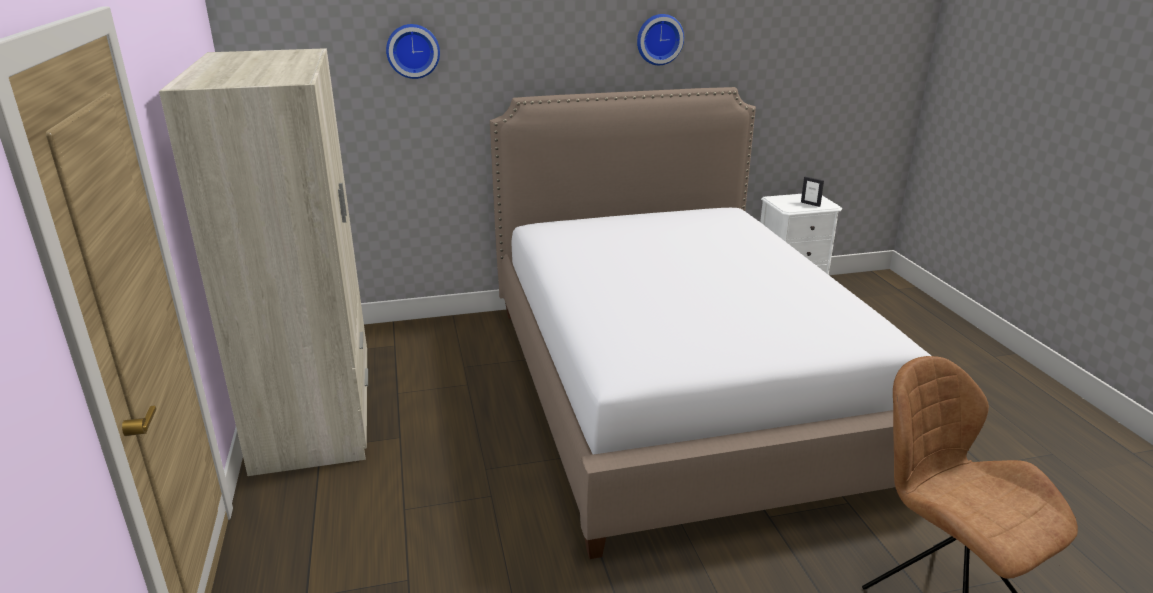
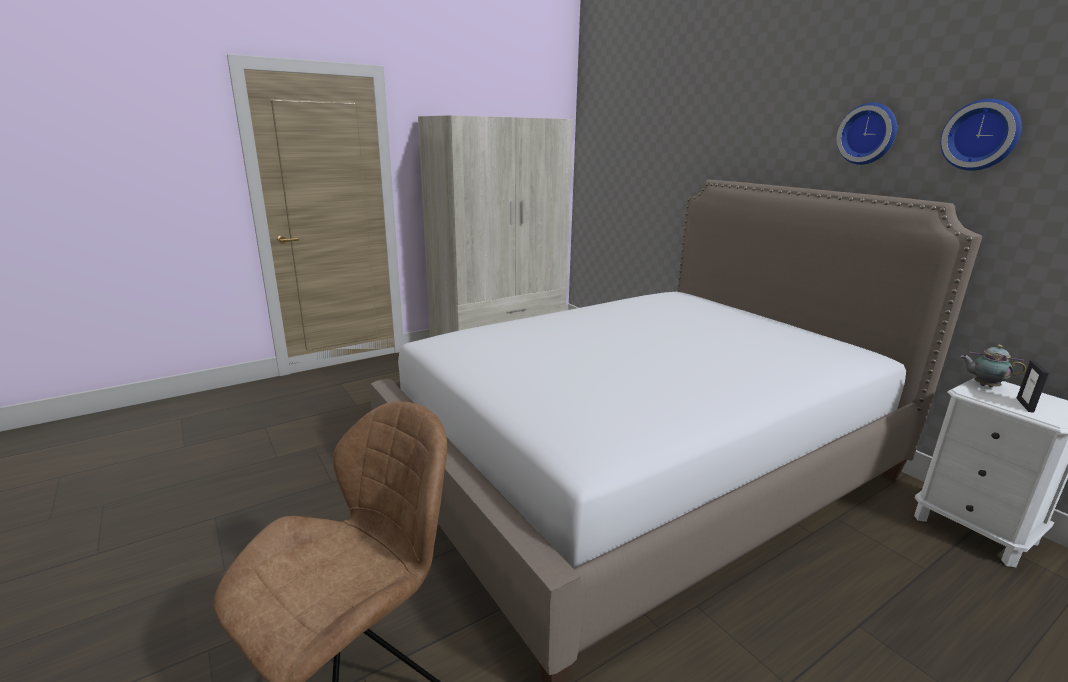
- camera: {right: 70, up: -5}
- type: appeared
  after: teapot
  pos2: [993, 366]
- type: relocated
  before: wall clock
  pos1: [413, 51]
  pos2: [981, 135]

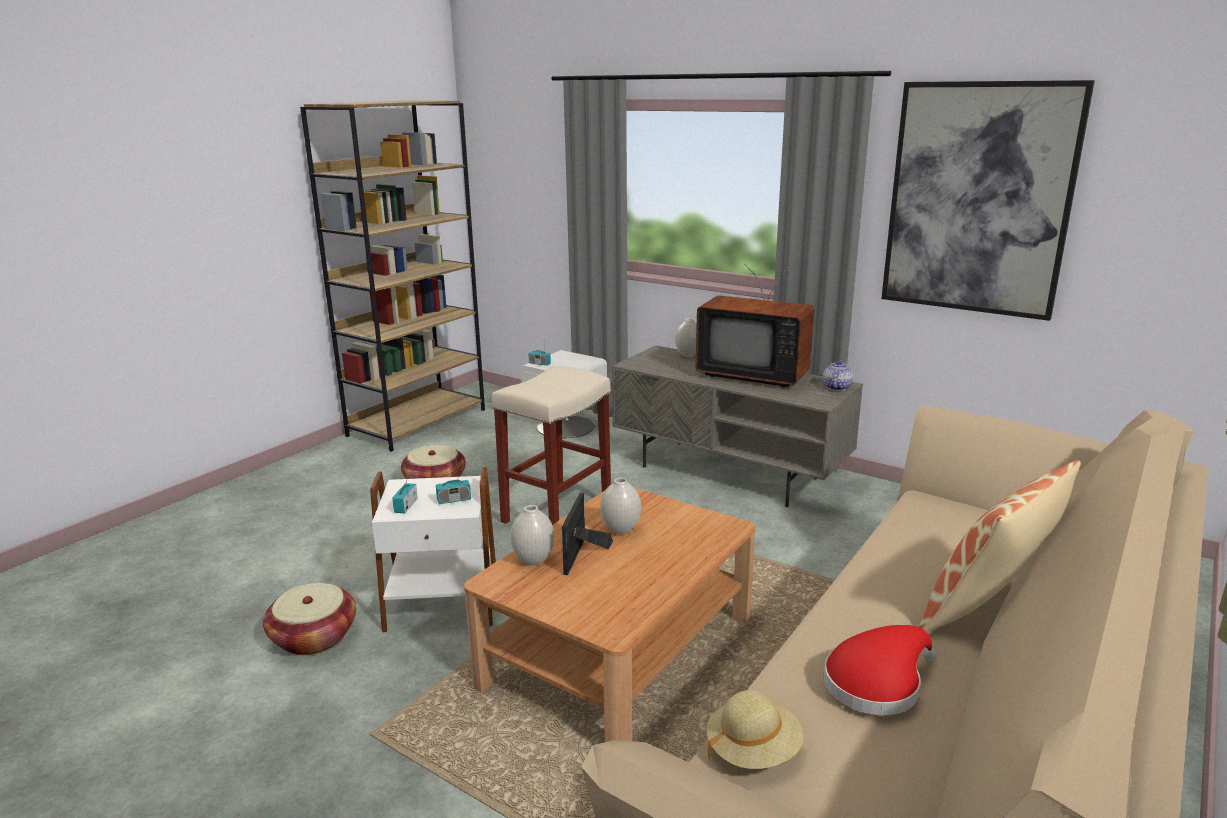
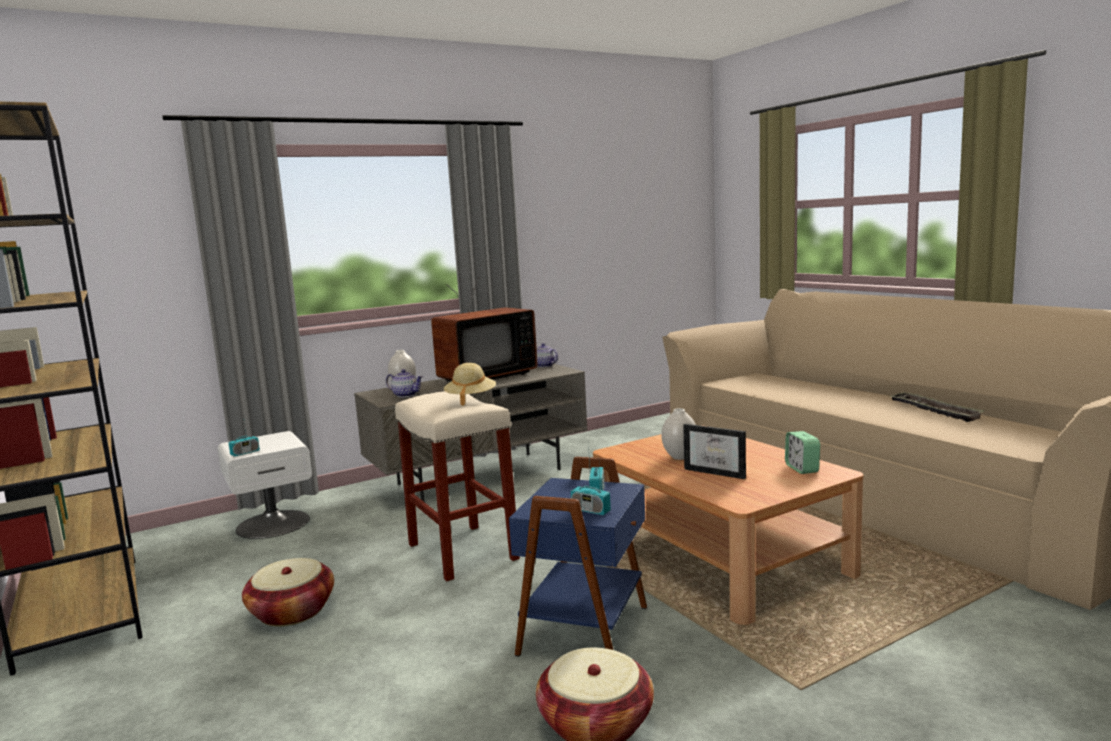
- camera: {right: -65, up: -10}
- type: missing
  before: white vase
  pos1: [532, 535]
- type: missing
  before: picture
  pos1: [988, 200]
- type: missing
  before: pillow
  pos1: [1000, 546]
- type: appeared
  after: teapot
  pos2: [404, 383]
- type: appeared
  after: alarm clock
  pos2: [802, 452]
- type: relocated
  before: beige hat
  pos1: [755, 729]
  pos2: [470, 384]
- type: exchanged
  before: red hat
  after: tray
  pos1: [880, 670]
  pos2: [937, 407]
- type: colour
  before: white side table
  after: blue side table
  pos1: [433, 549]
  pos2: [578, 557]

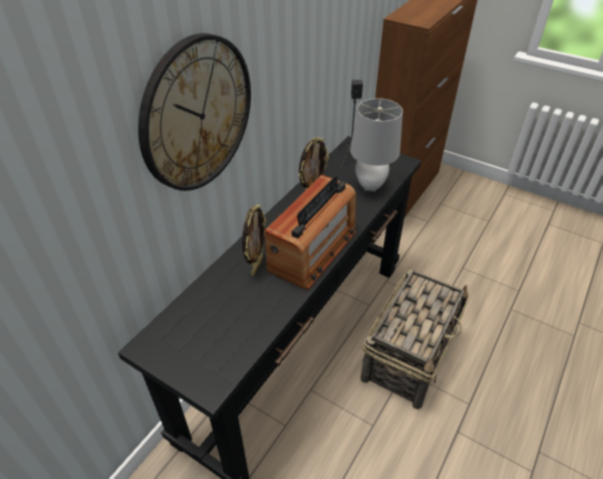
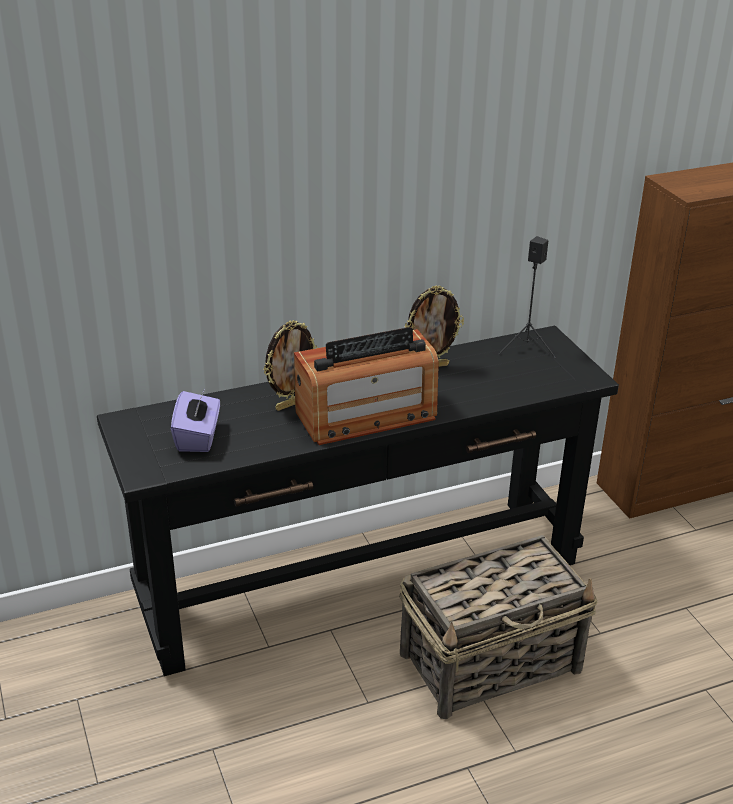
- camera: {right: 35, up: -10}
- type: missing
  before: wall clock
  pos1: [194, 112]
- type: missing
  before: grey table lamp
  pos1: [376, 145]
- type: appeared
  after: purple tissue box
  pos2: [195, 421]

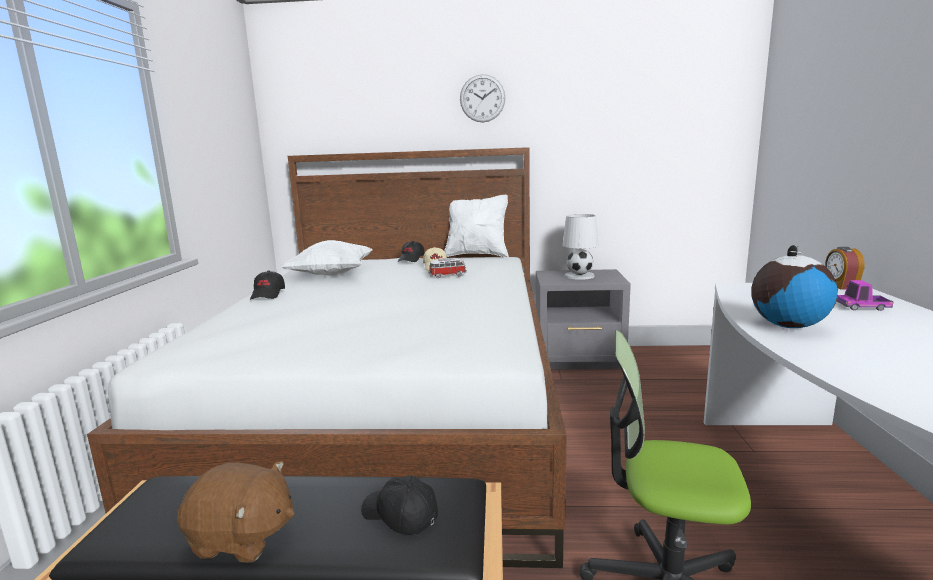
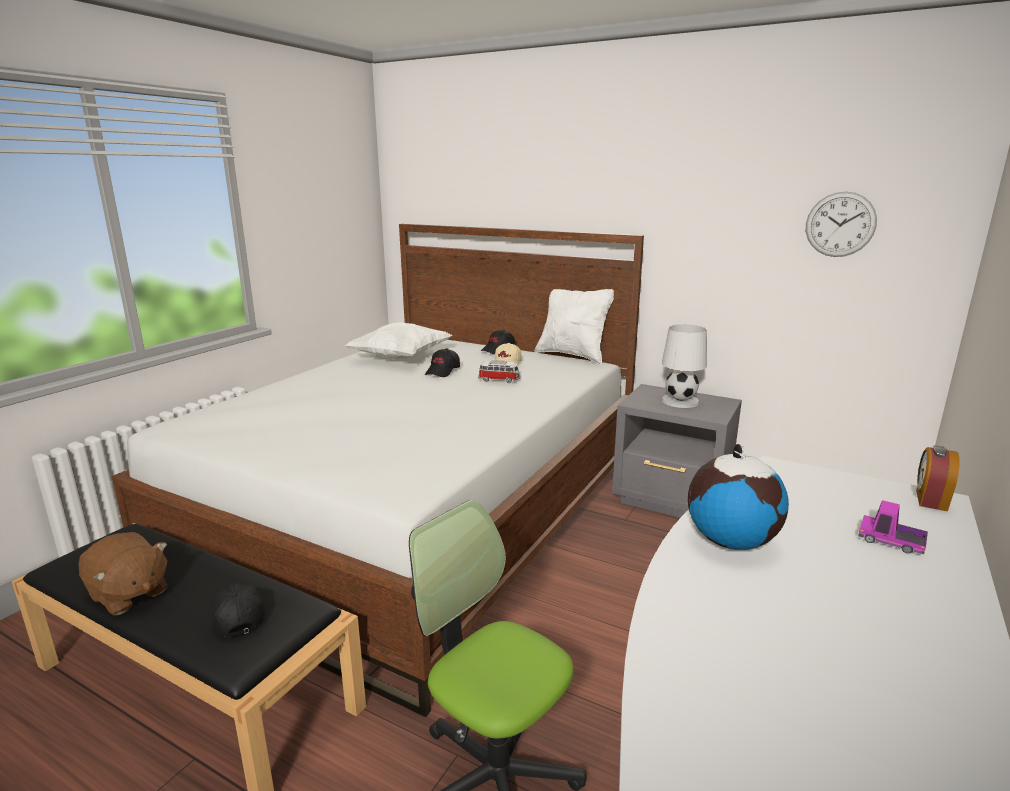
- camera: {right: 25, up: 5}
- type: relocated
  before: black cap
  pos1: [267, 285]
  pos2: [442, 362]
- type: relocated
  before: wall clock
  pos1: [482, 98]
  pos2: [841, 224]

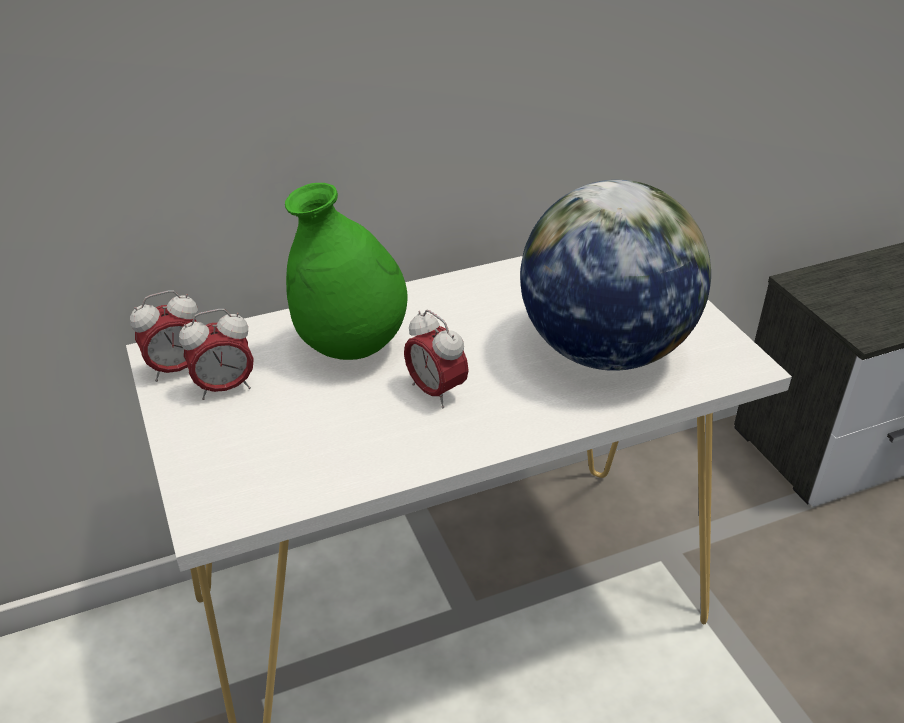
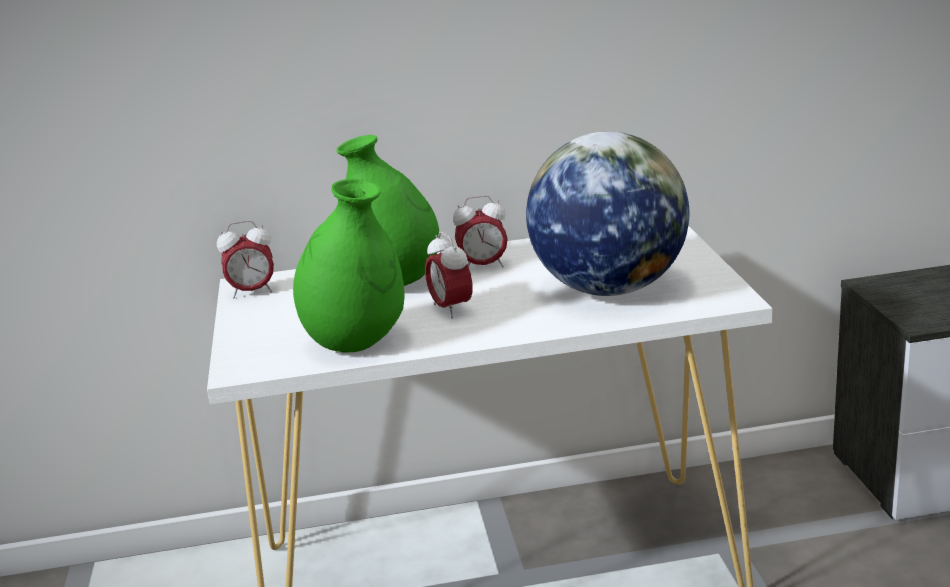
- camera: {right: 15, up: -15}
- type: appeared
  after: green vase
  pos2: [348, 266]
- type: relocated
  before: alarm clock
  pos1: [216, 354]
  pos2: [480, 231]

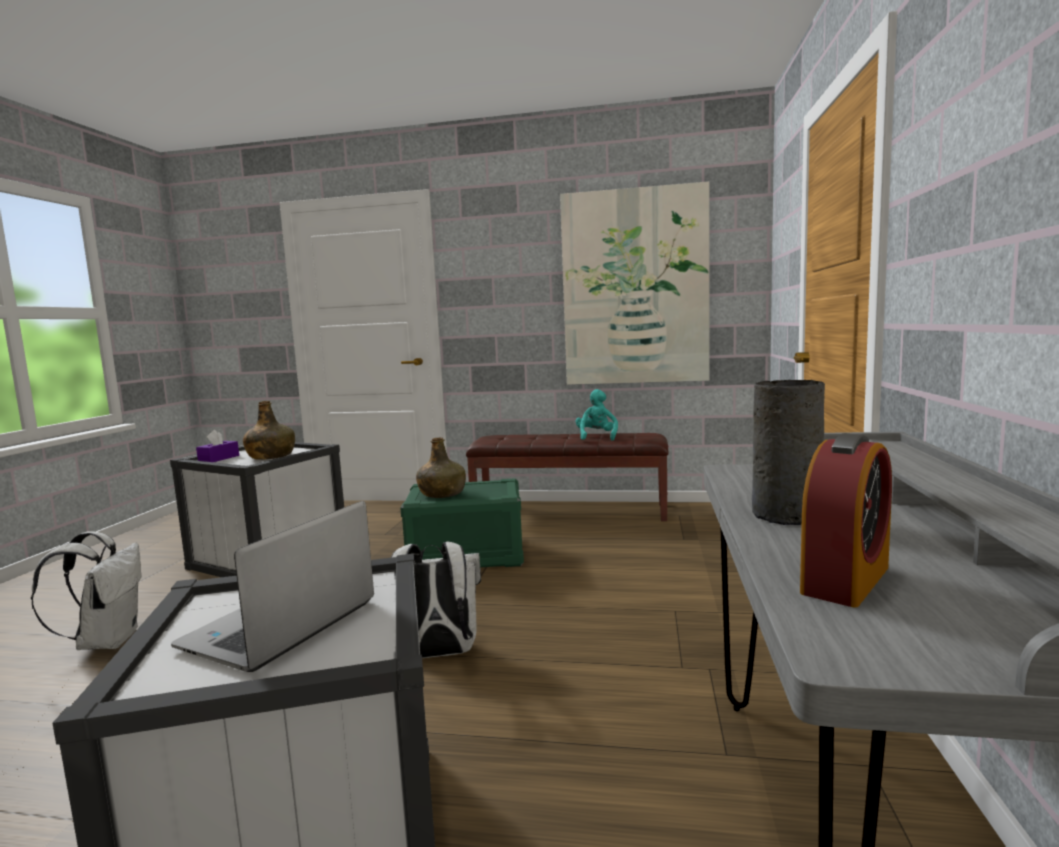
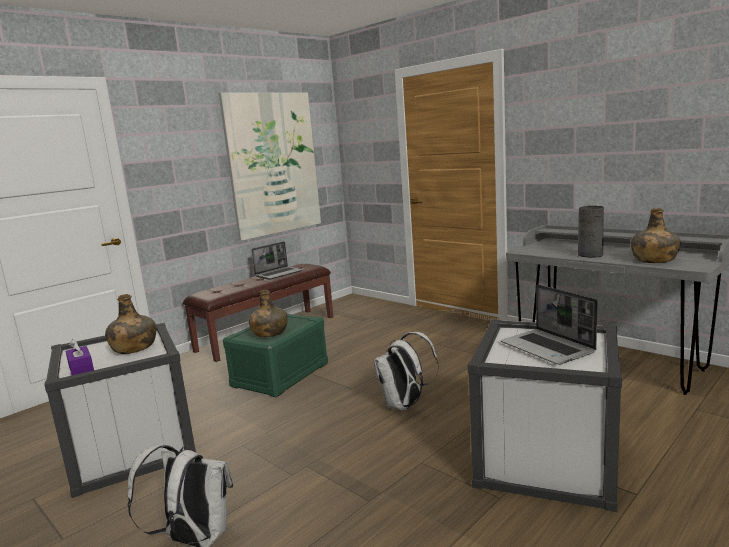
- camera: {right: -55, up: 5}
- type: exchanged
  before: turquoise plush toy
  after: laptop
  pos1: [597, 415]
  pos2: [277, 261]
- type: exchanged
  before: alarm clock
  after: green bottle
  pos1: [846, 520]
  pos2: [656, 235]

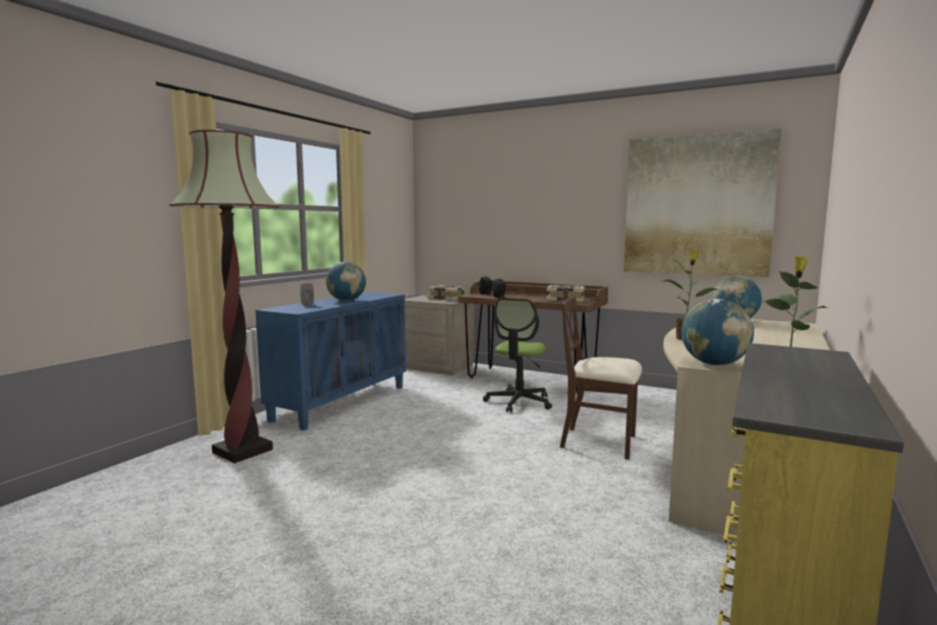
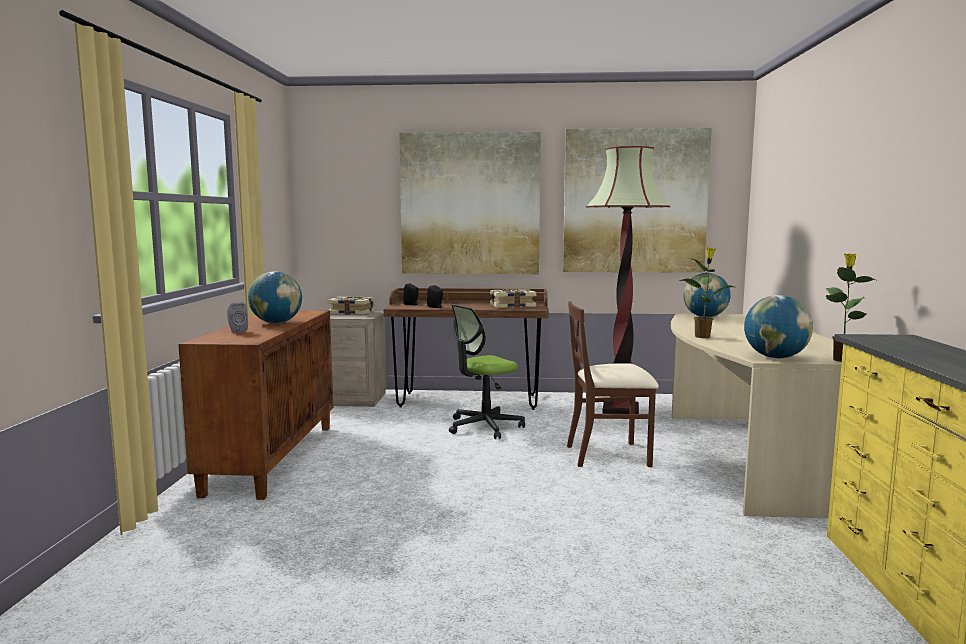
- camera: {right: -25, up: 0}
- type: appeared
  after: picture
  pos2: [470, 203]
- type: relocated
  before: floor lamp
  pos1: [224, 296]
  pos2: [628, 280]
- type: colour
  before: blue cabinet
  after: brown cabinet
  pos1: [330, 361]
  pos2: [255, 405]
- type: spun
  before: office chair
  pos1: [517, 355]
  pos2: [487, 371]
  turn: 60

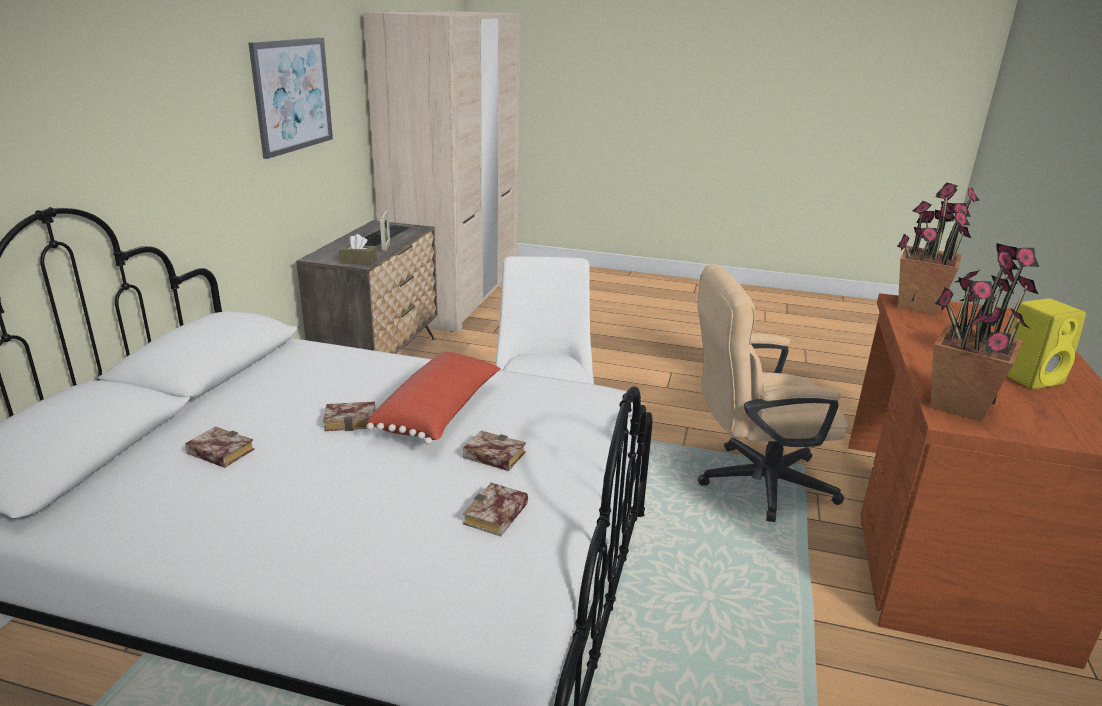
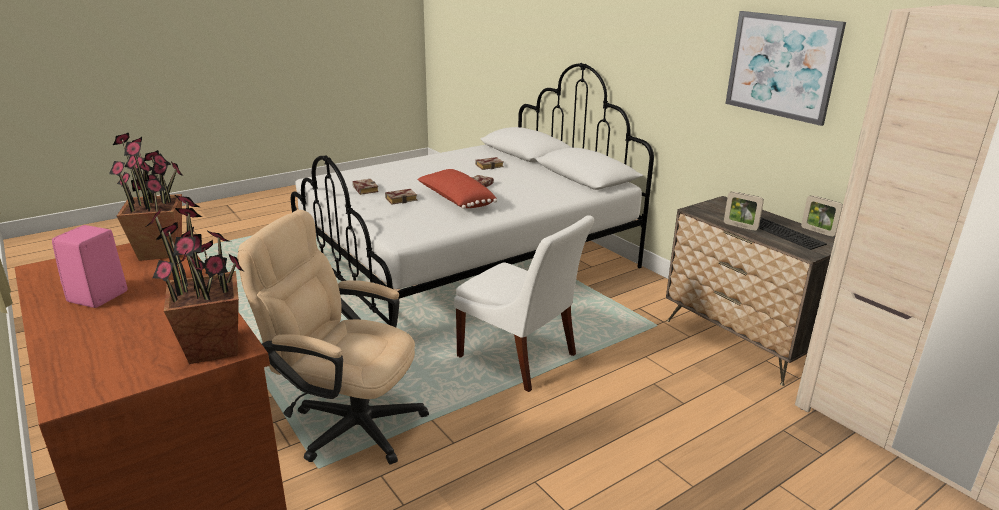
- camera: {right: 130, up: 0}
- type: missing
  before: brown tissue box
  pos1: [358, 249]
- type: appeared
  after: picture frame
  pos2: [822, 216]
- type: colour
  before: yellow speaker
  after: pink speaker
  pos1: [1046, 343]
  pos2: [90, 266]
- type: spun
  before: beige office chair
  pos1: [773, 393]
  pos2: [333, 337]
  turn: -105

